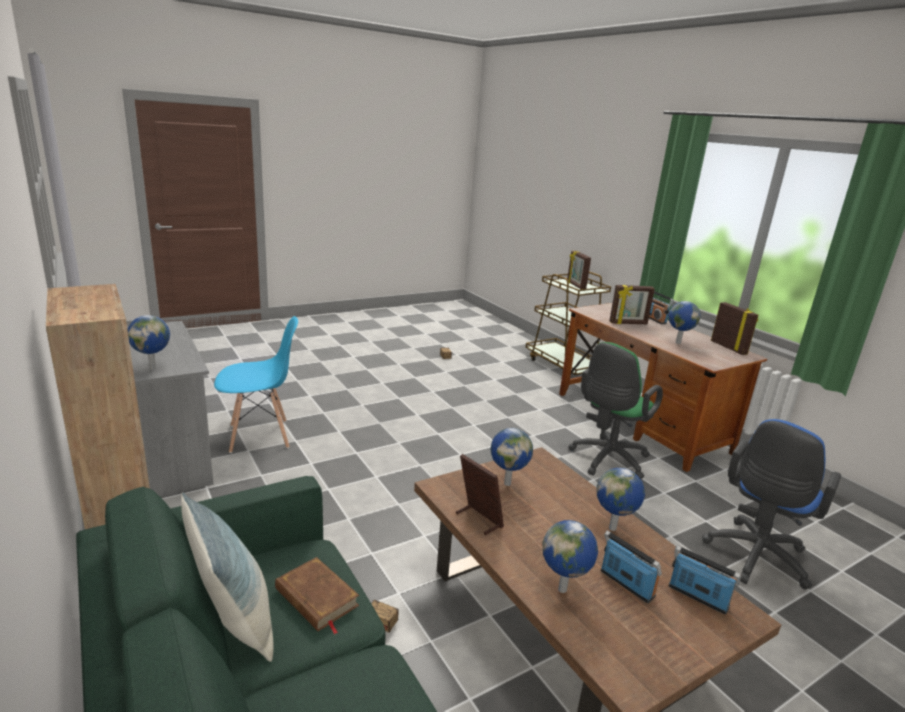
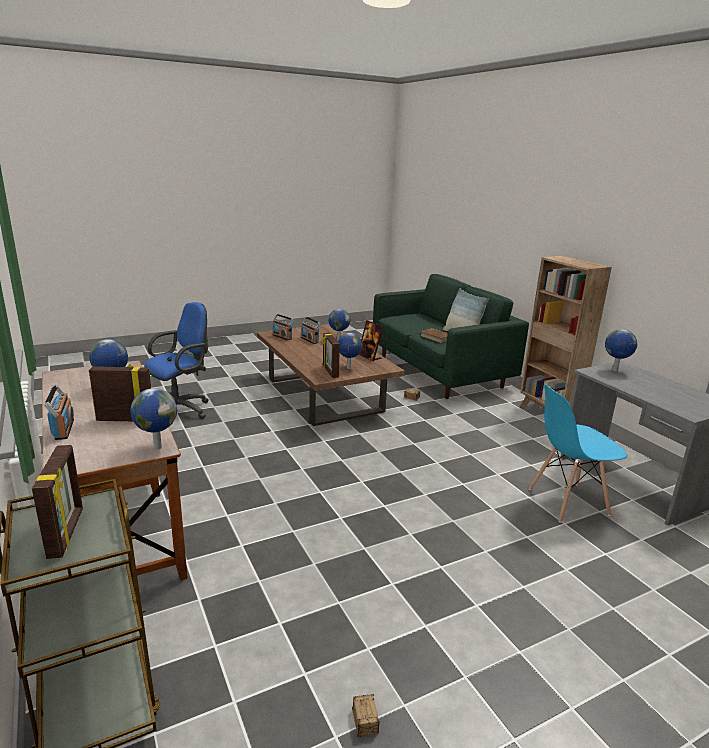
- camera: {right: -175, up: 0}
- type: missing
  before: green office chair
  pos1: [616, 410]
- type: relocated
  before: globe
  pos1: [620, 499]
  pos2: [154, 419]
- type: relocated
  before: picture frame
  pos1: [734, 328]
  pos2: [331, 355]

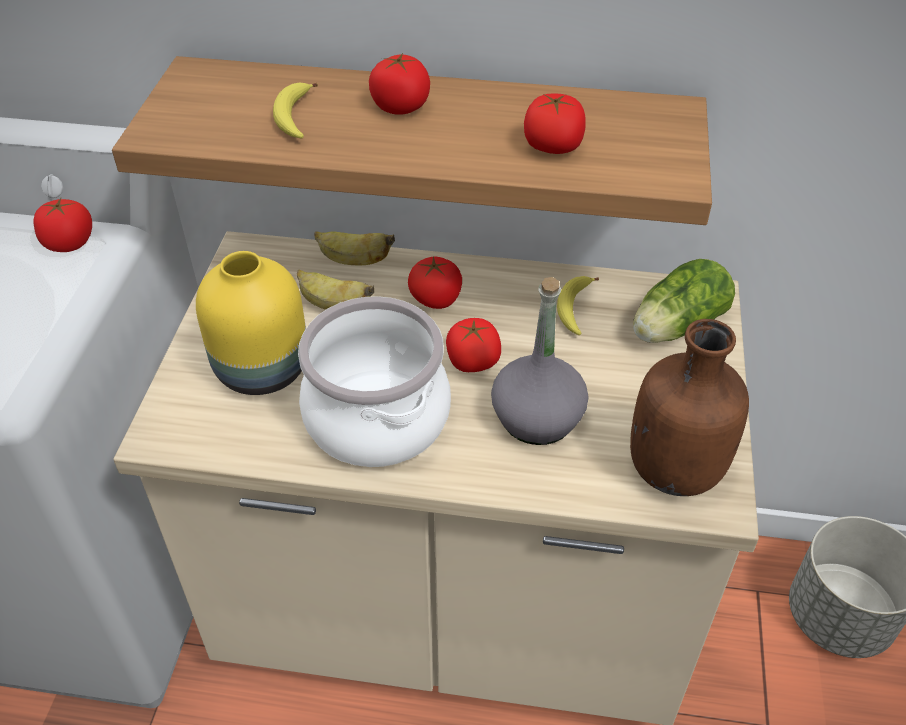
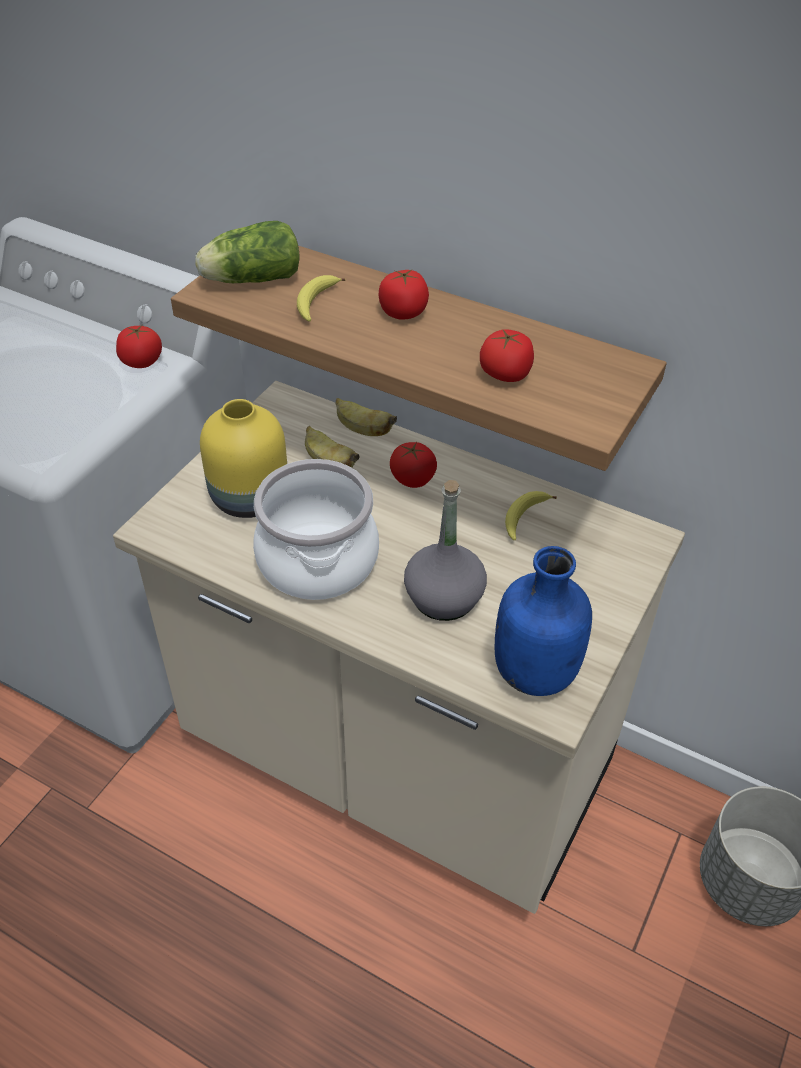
- camera: {right: 20, up: 0}
- type: missing
  before: tomato
  pos1: [473, 345]
- type: relocated
  before: lettuce
  pos1: [684, 301]
  pos2: [247, 252]
- type: colour
  before: brown bottle
  after: blue bottle
  pos1: [689, 407]
  pos2: [543, 621]

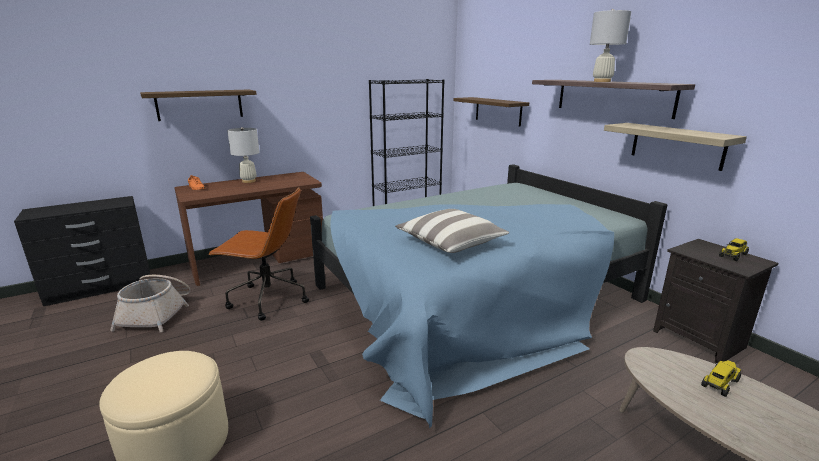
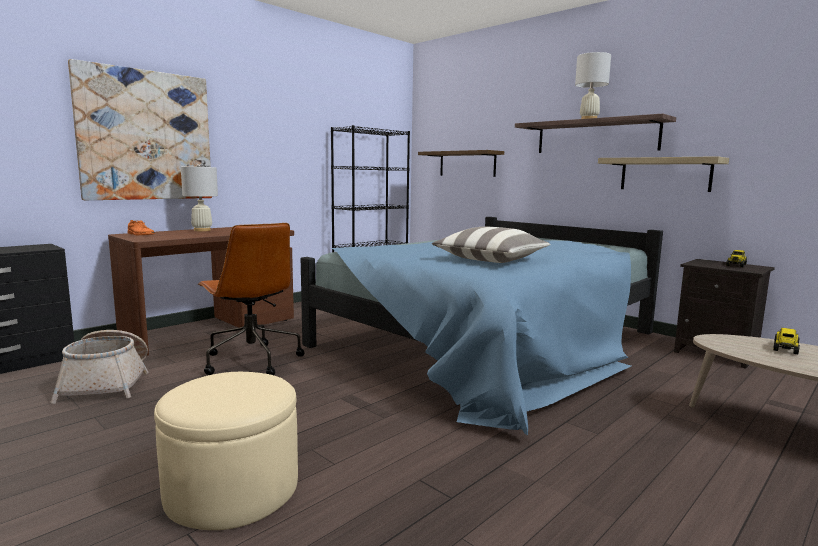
- camera: {right: -15, up: -10}
- type: exchanged
  before: shelf
  after: picture
  pos1: [198, 105]
  pos2: [140, 129]
- type: spun
  before: brown office chair
  pos1: [258, 254]
  pos2: [251, 299]
  turn: 60

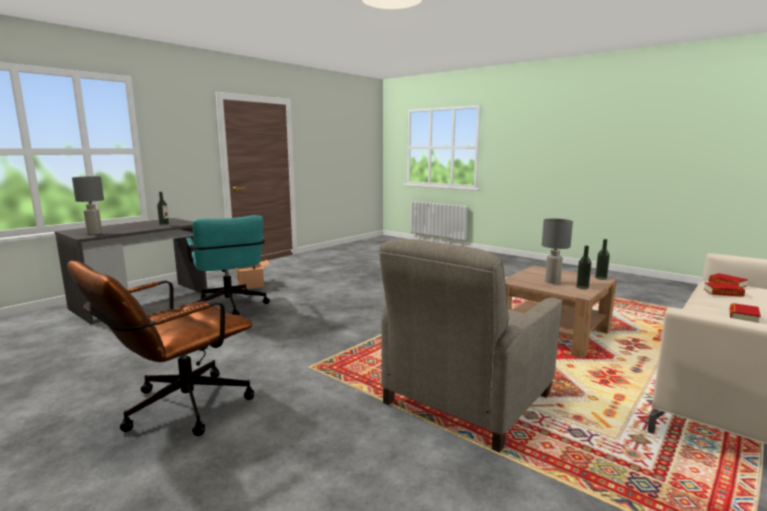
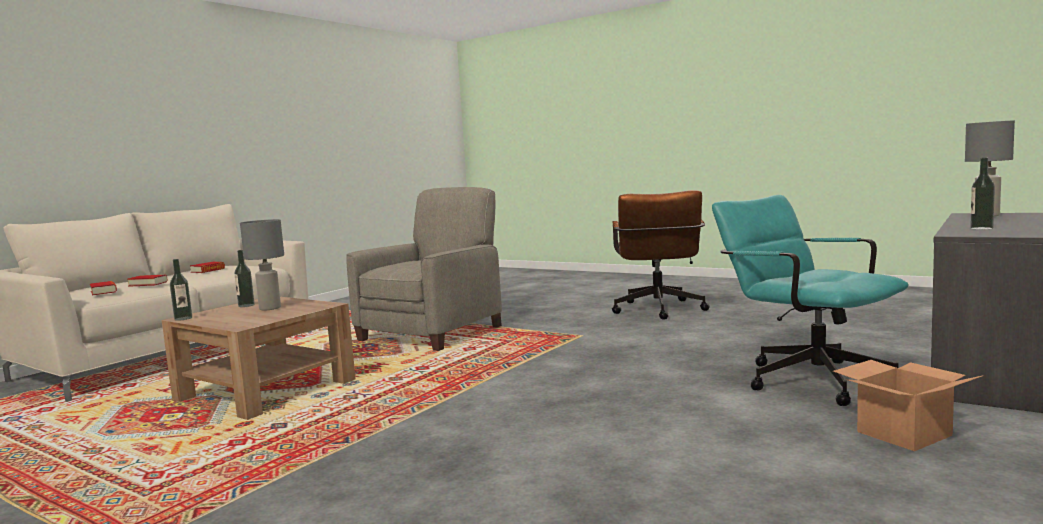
- camera: {right: 175, up: -5}
- type: spun
  before: brown office chair
  pos1: [160, 348]
  pos2: [661, 254]
  turn: 150

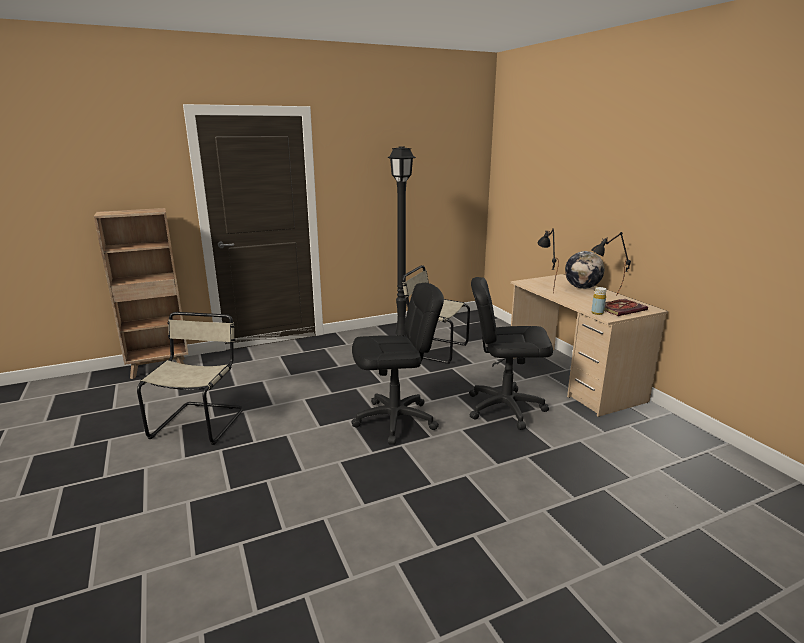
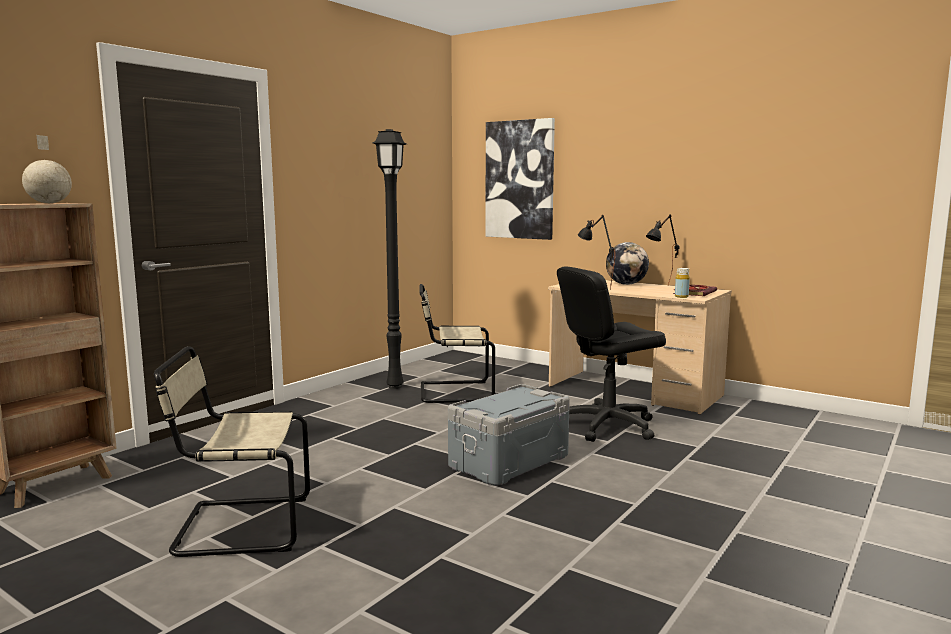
- camera: {right: -30, up: -10}
- type: appeared
  after: globe
  pos2: [47, 169]
- type: appeared
  after: picture
  pos2: [520, 179]
- type: exchanged
  before: black office chair
  after: grey storage box
  pos1: [397, 364]
  pos2: [509, 434]
- type: spun
  before: beige chair
  pos1: [190, 378]
  pos2: [232, 451]
  turn: -75

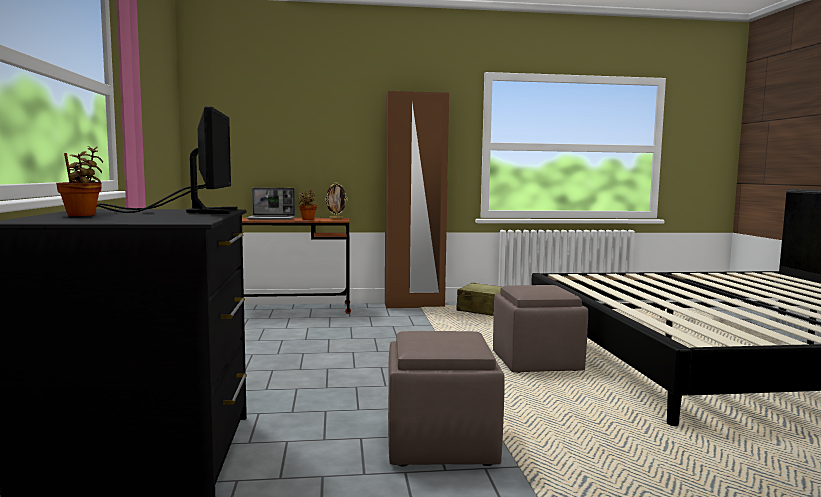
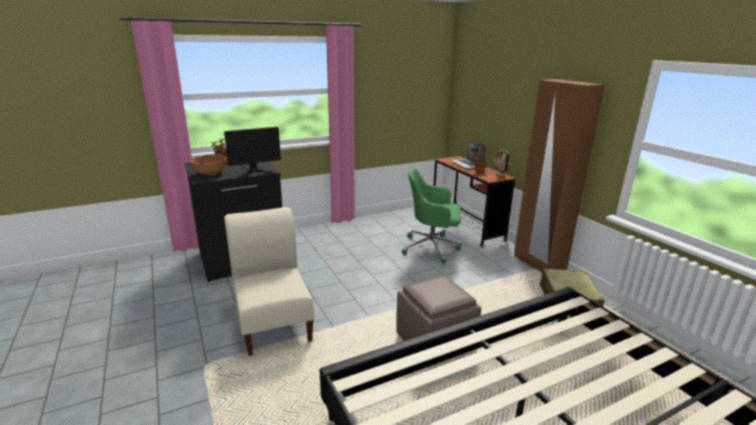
- camera: {right: 70, up: 15}
- type: appeared
  after: brown bowl
  pos2: [208, 164]
- type: appeared
  after: green office chair
  pos2: [432, 216]
- type: exchanged
  before: brown ottoman
  after: beige chair
  pos1: [446, 398]
  pos2: [269, 281]

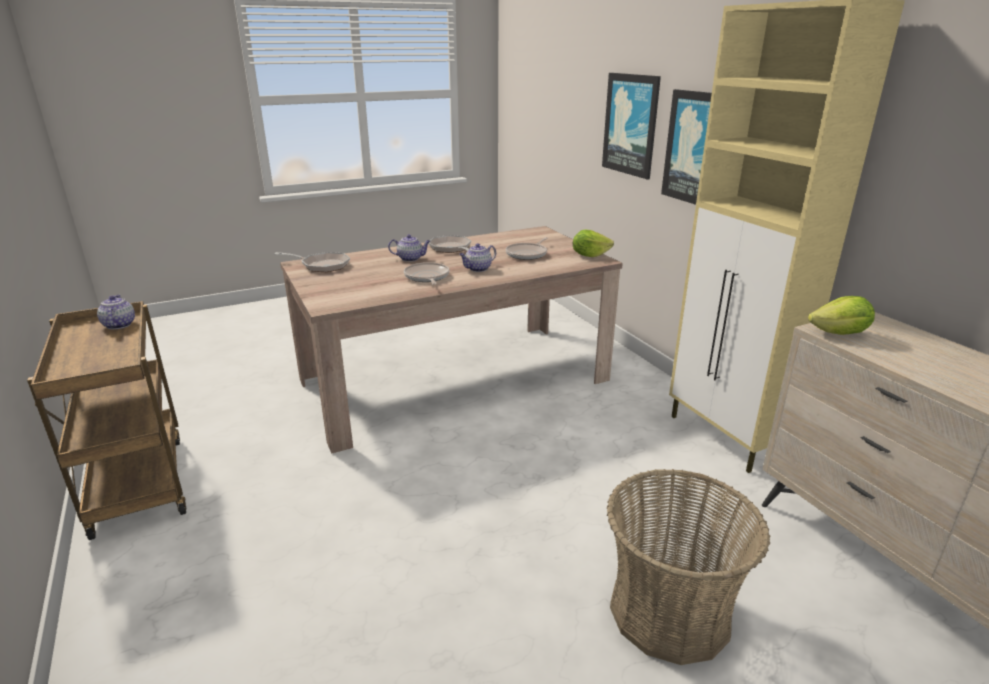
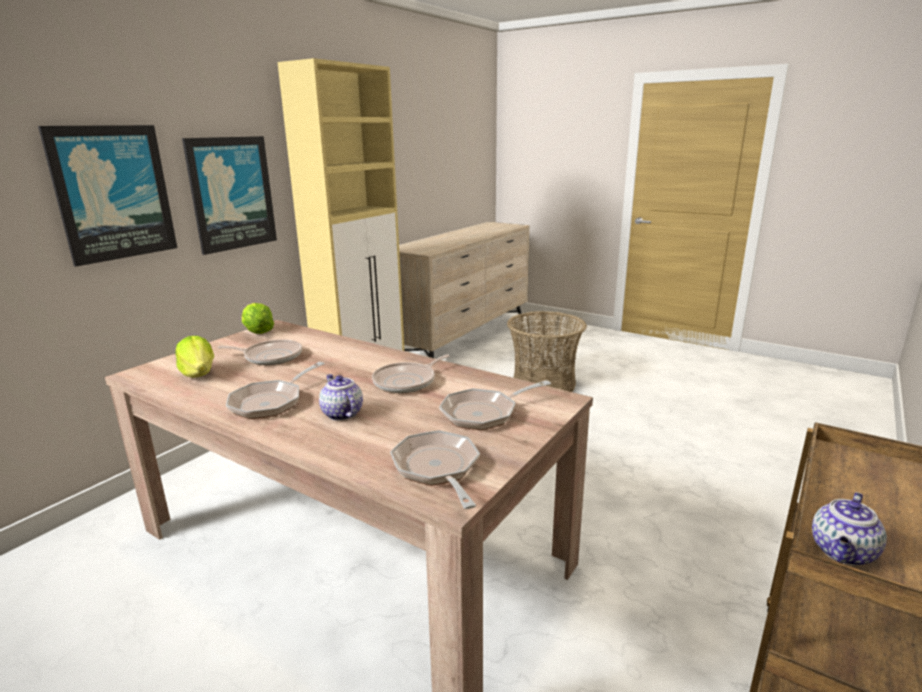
- camera: {right: -120, up: -5}
- type: missing
  before: teapot
  pos1: [477, 257]
- type: appeared
  after: frying pan
  pos2: [495, 405]
- type: relocated
  before: lettuce
  pos1: [841, 315]
  pos2: [194, 357]

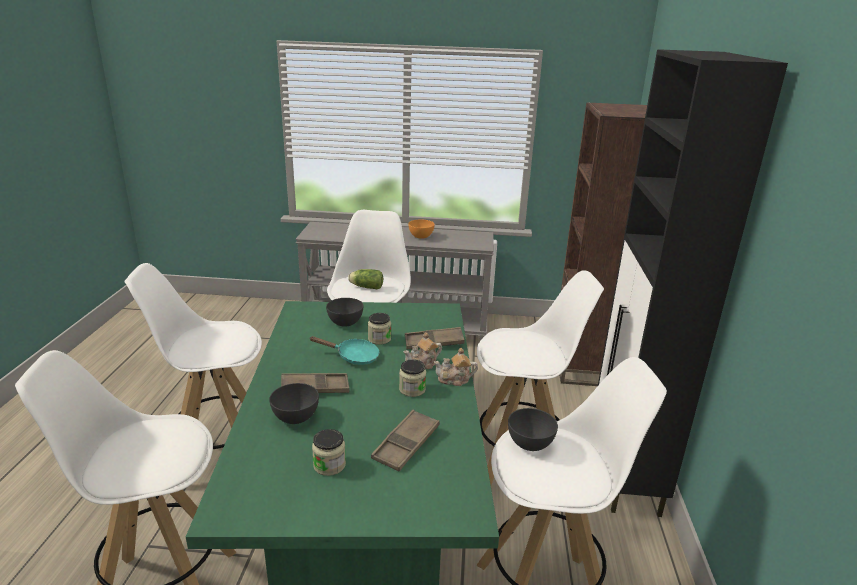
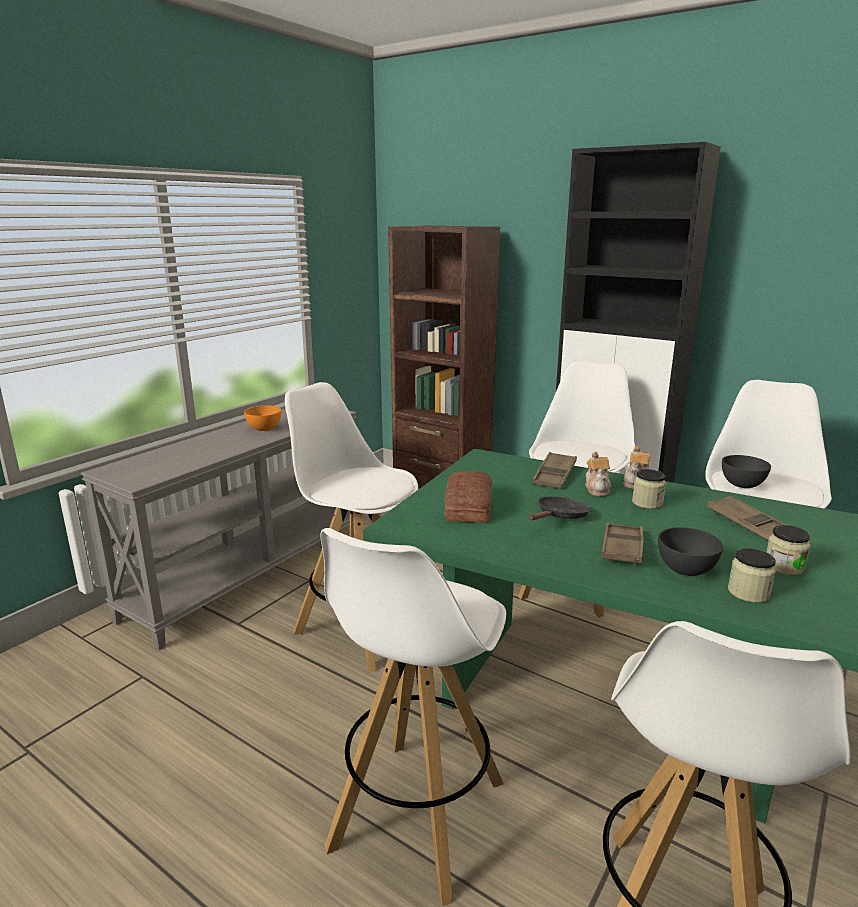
- camera: {right: -60, up: -5}
- type: missing
  before: lettuce
  pos1: [365, 279]
- type: relocated
  before: jar
  pos1: [379, 329]
  pos2: [752, 575]
- type: exchanged
  before: grey bowl
  after: bread
  pos1: [345, 312]
  pos2: [468, 497]
- type: colour
  before: turquoise frying pan
  after: black frying pan
  pos1: [344, 350]
  pos2: [559, 508]

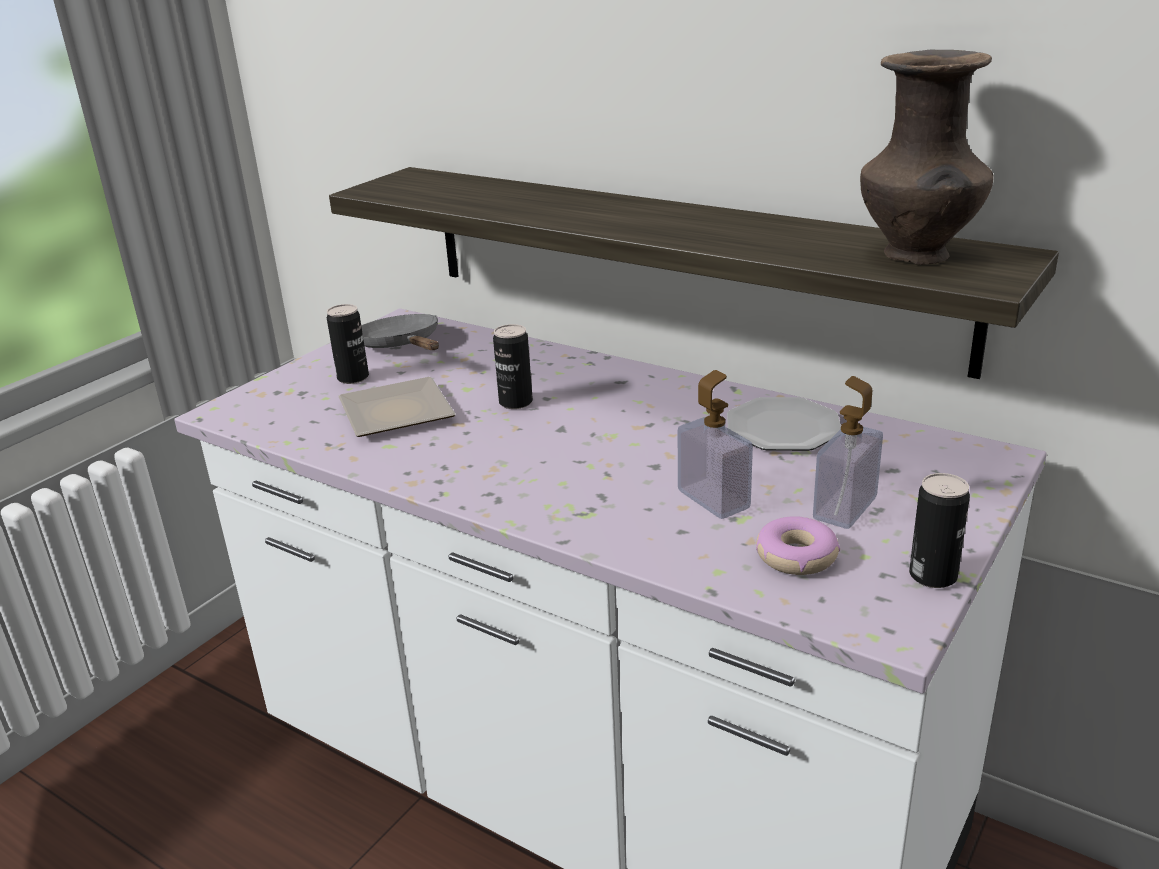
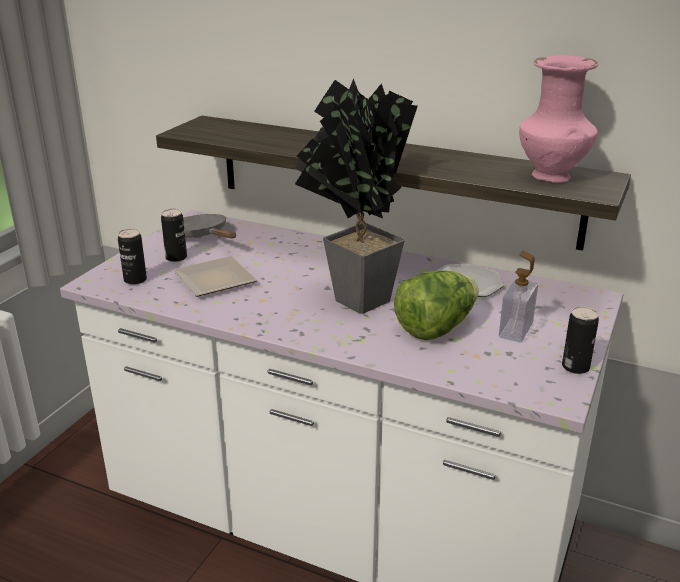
- camera: {right: -10, up: 0}
- type: missing
  before: donut
  pos1: [798, 545]
- type: appeared
  after: potted plant
  pos2: [356, 196]
- type: relocated
  before: can
  pos1: [513, 366]
  pos2: [132, 257]
- type: exchanged
  before: soap dispenser
  after: lettuce
  pos1: [715, 444]
  pos2: [436, 305]
- type: colour
  before: brown vase
  after: pink vase
  pos1: [927, 157]
  pos2: [558, 119]

